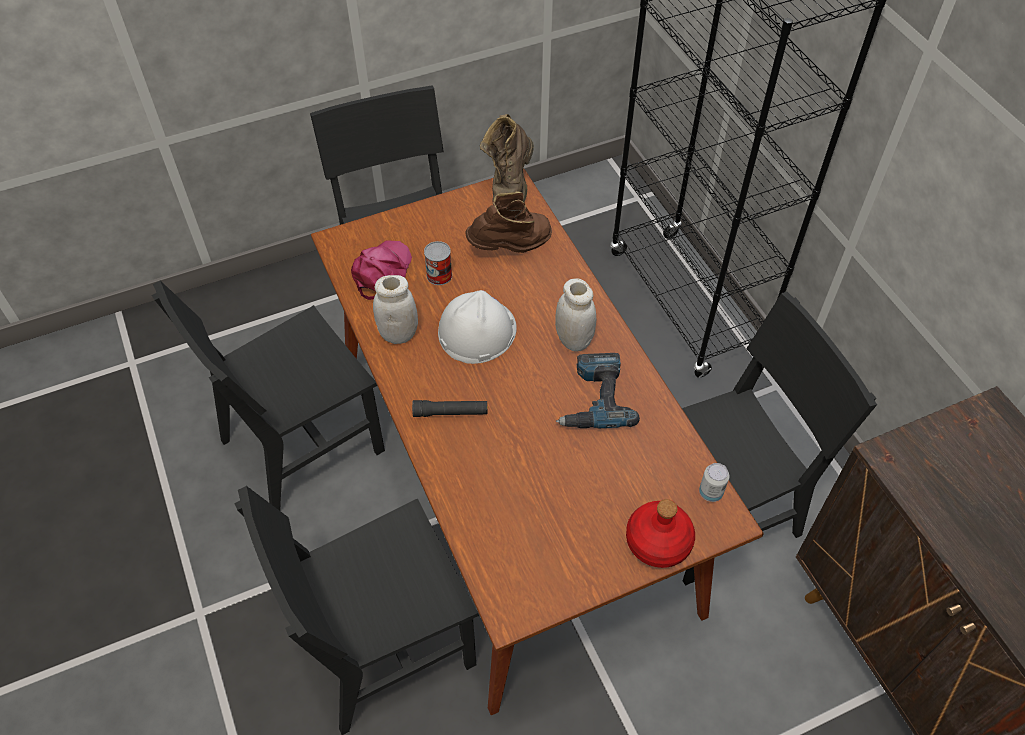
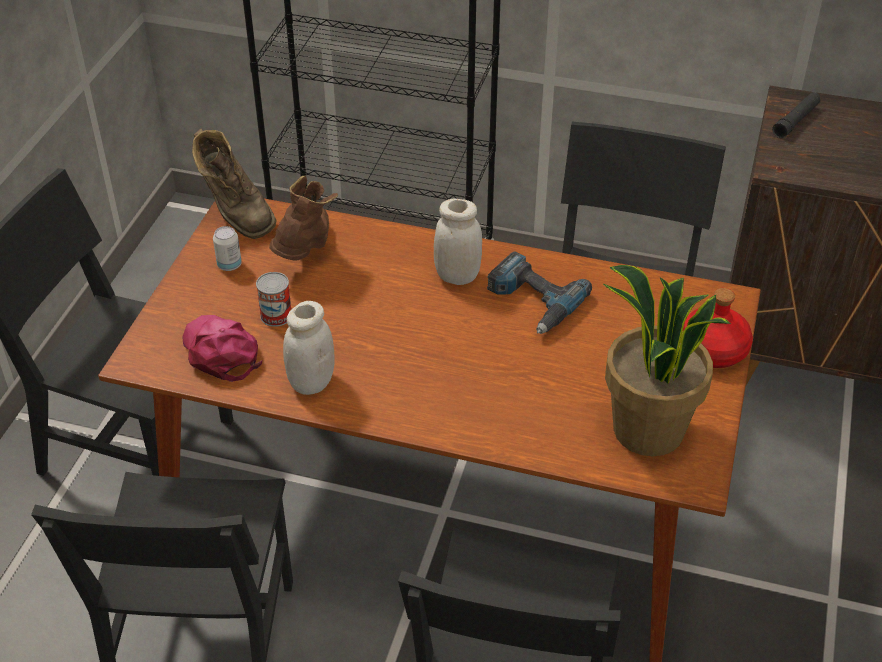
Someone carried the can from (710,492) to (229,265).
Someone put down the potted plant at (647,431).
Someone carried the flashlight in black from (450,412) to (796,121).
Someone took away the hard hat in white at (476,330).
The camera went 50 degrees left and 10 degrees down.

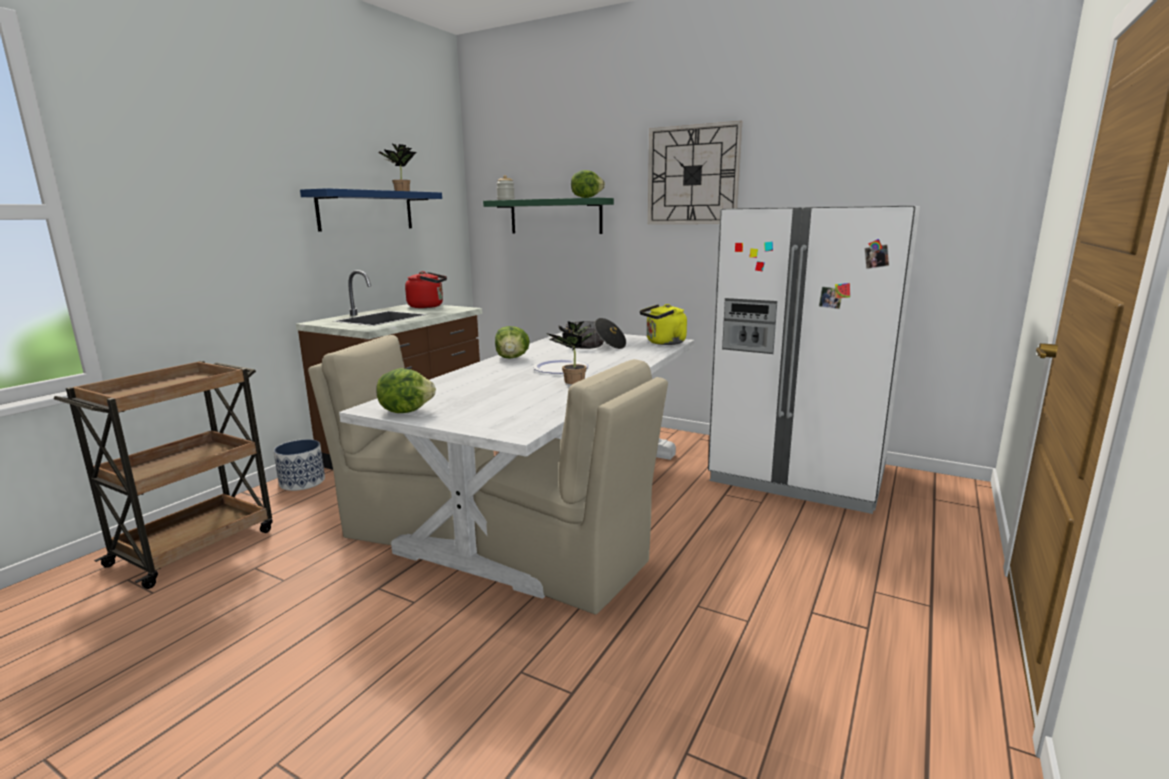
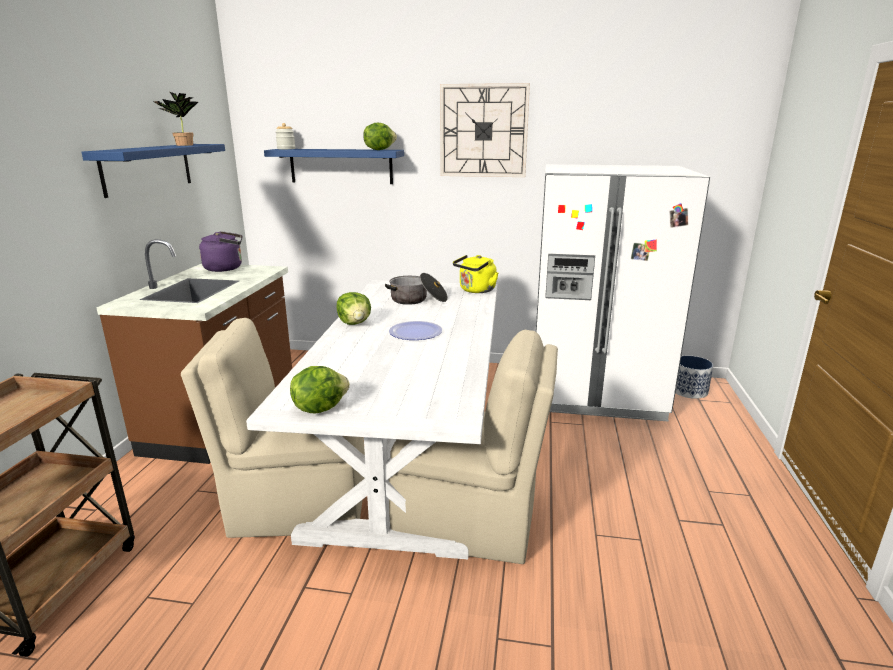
Someone repainted the kettle in red at (428,306), which became the kettle in purple at (226,268).
Someone repainted the shelf in green at (555,216), which became the shelf in blue at (341,166).
Someone carried the planter from (303,482) to (689,391).
Someone took away the potted plant at (572,382).
The camera went 20 degrees left and 5 degrees up.

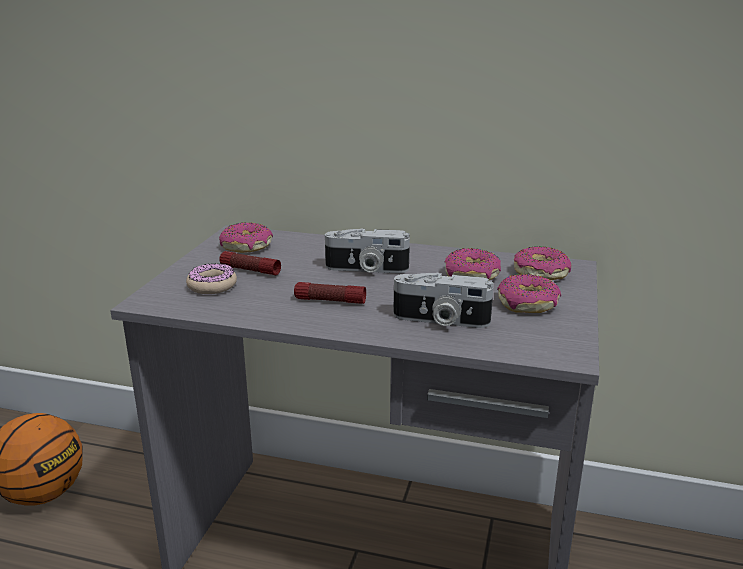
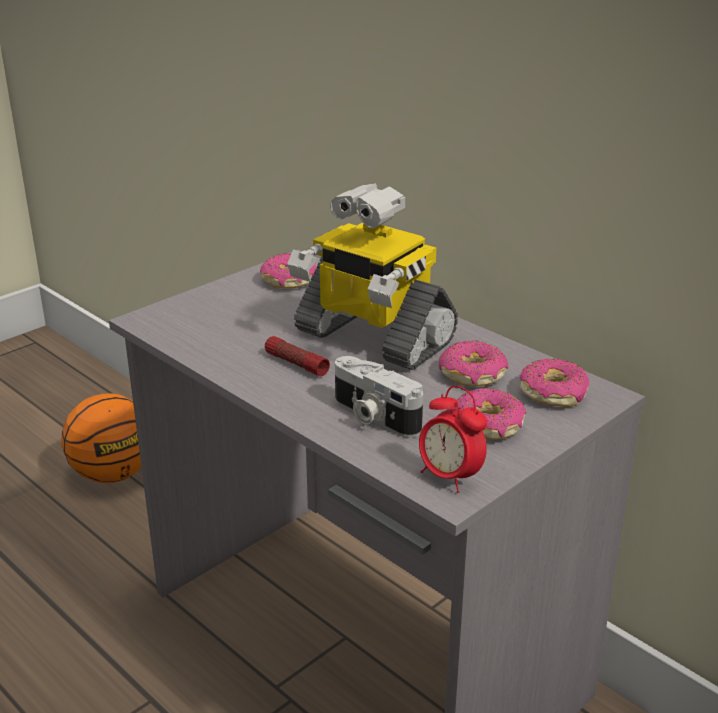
Someone swapped the photo camera at (366,269) for the toy robot at (372,338).
Someone put down the alarm clock at (449,477).
Someone took away the donut at (212,286).
Someone took away the flashlight at (250,270).
The camera went 30 degrees right and 5 degrees up.

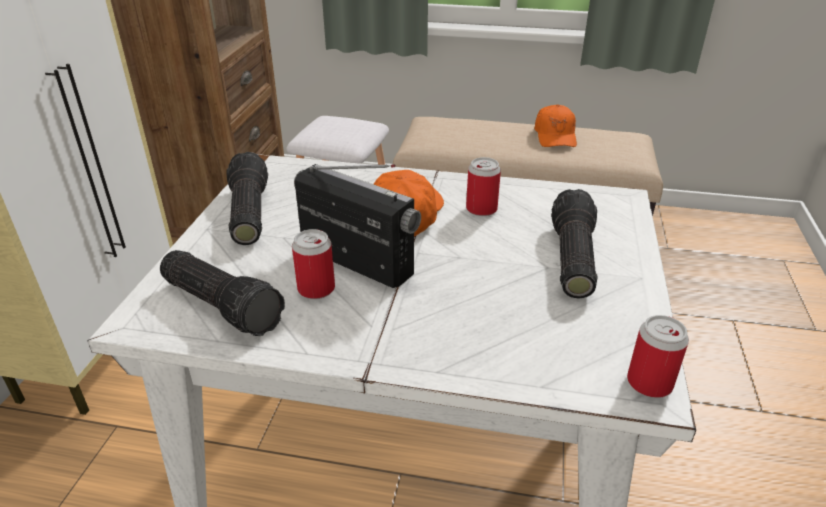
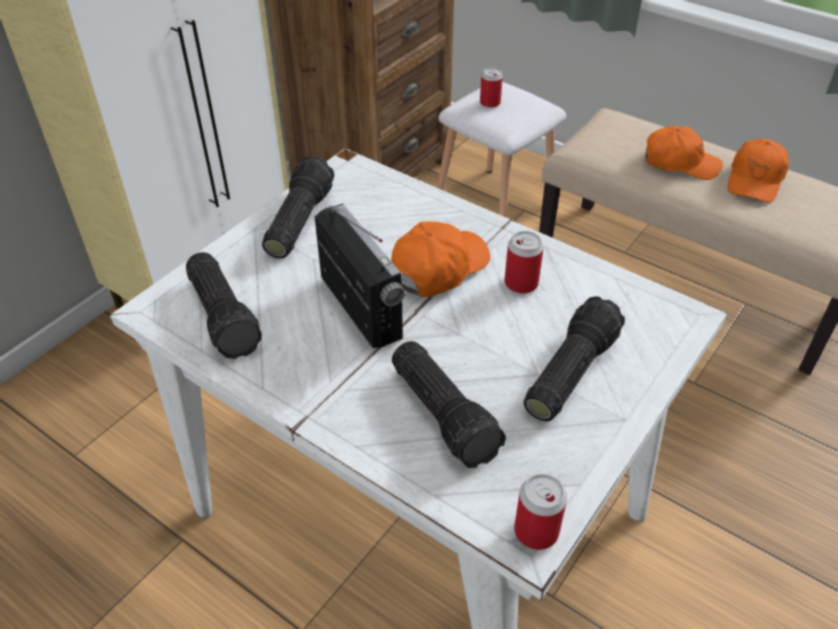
Someone put down the flashlight at (445,413).
Someone carried the can from (316,289) to (490,103).
Someone put down the cap in orange at (680,163).
The camera went 25 degrees right and 10 degrees up.

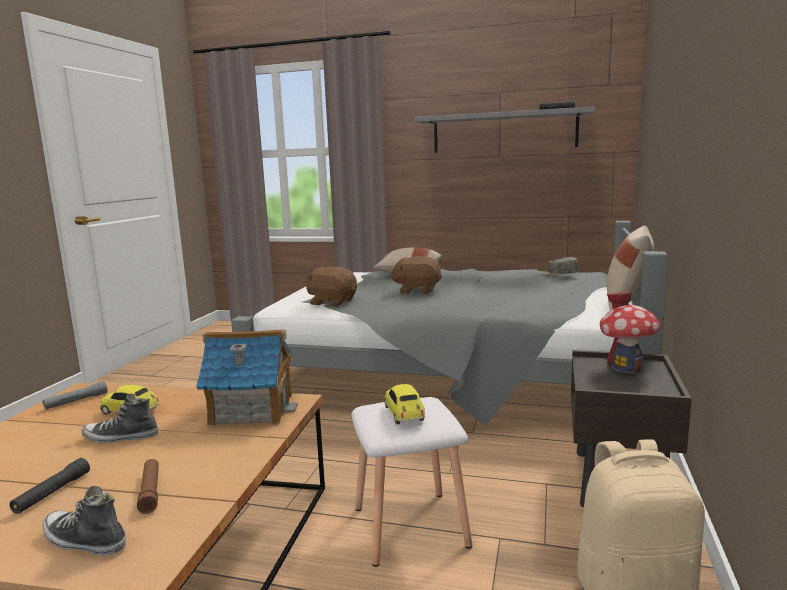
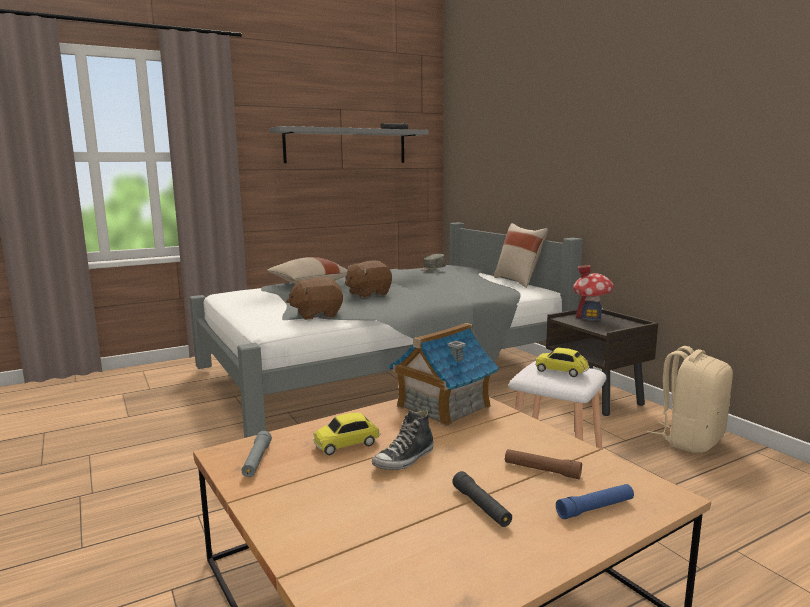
Someone swapped the shoe at (84,541) for the flashlight in blue at (595,508).
The camera went 45 degrees left and 0 degrees up.

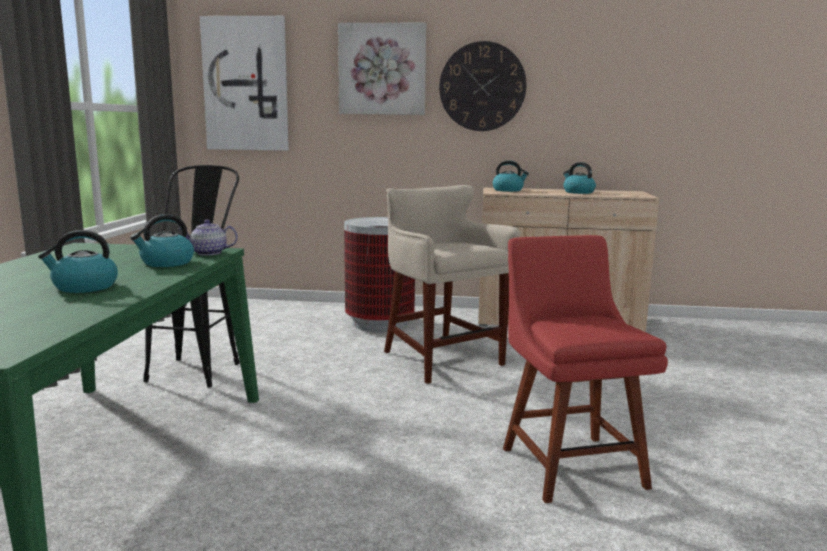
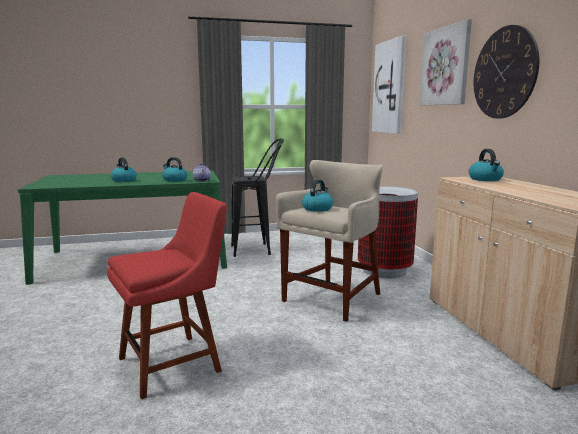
Someone carried the kettle from (578,192) to (317,208).
The camera went 70 degrees right and 0 degrees up.

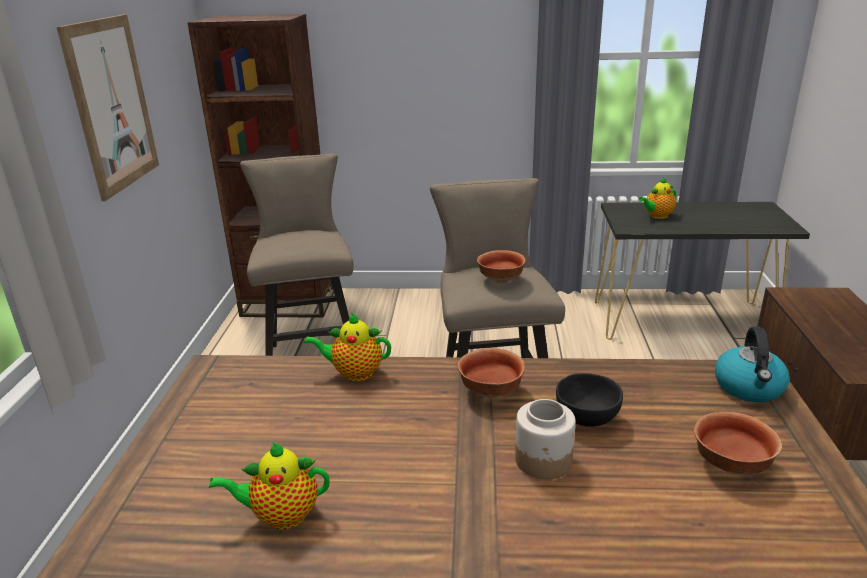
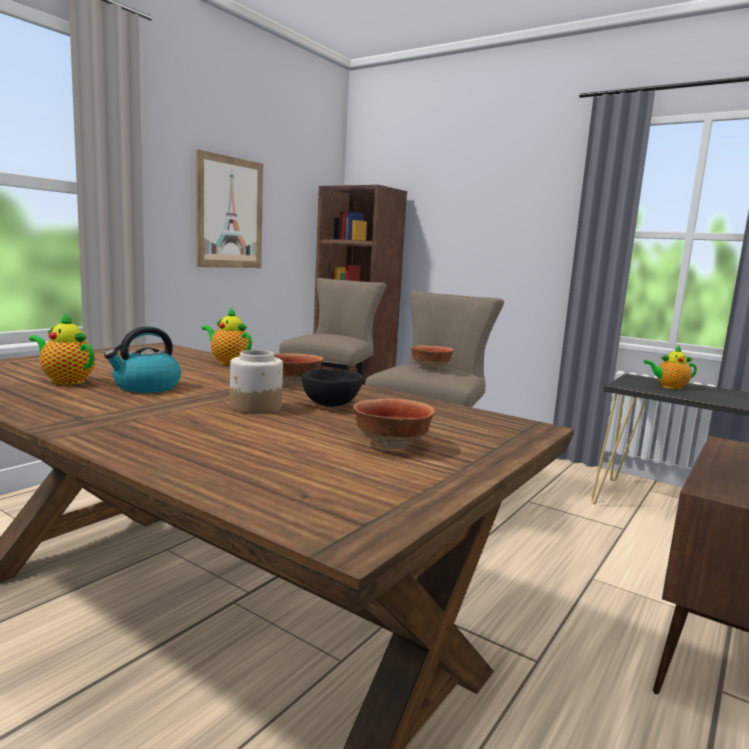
Someone carried the kettle from (749,388) to (146,387).
The camera went 30 degrees right and 15 degrees down.

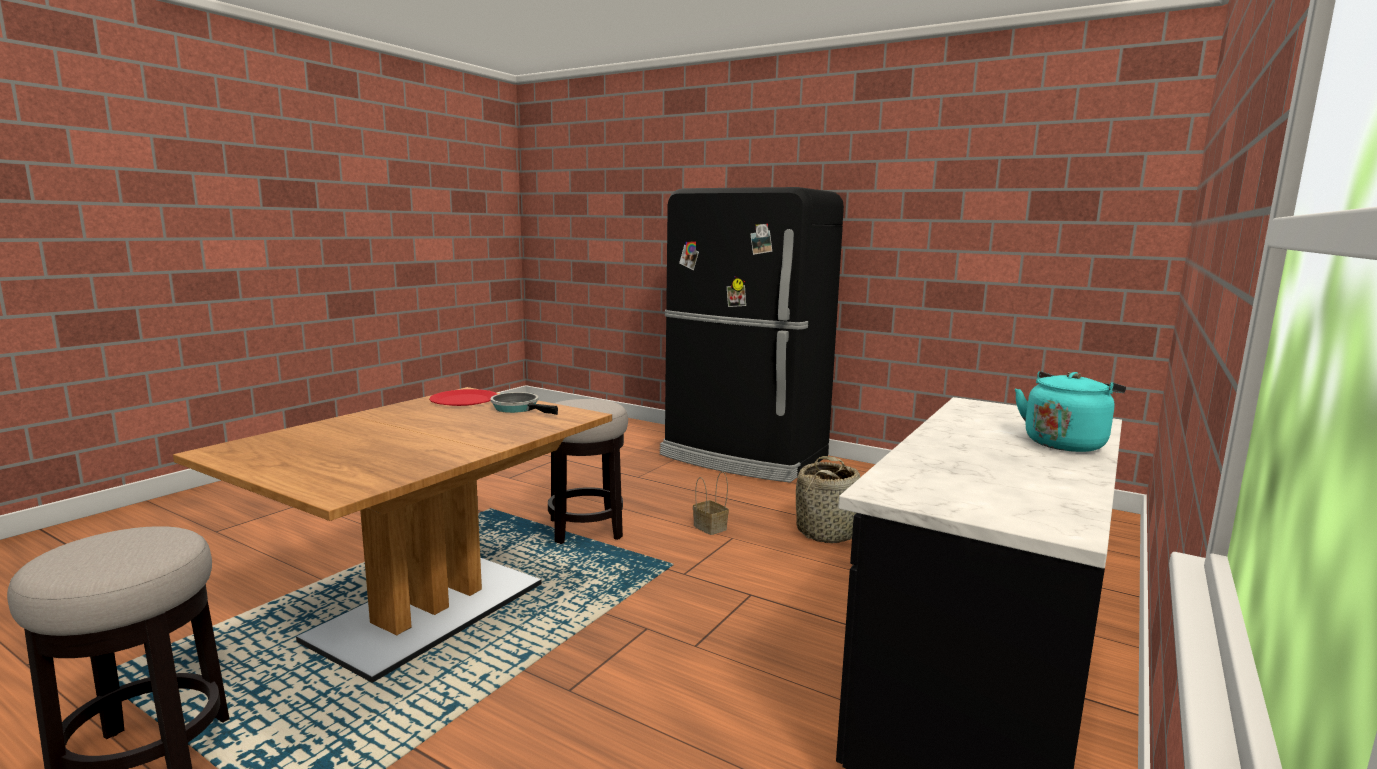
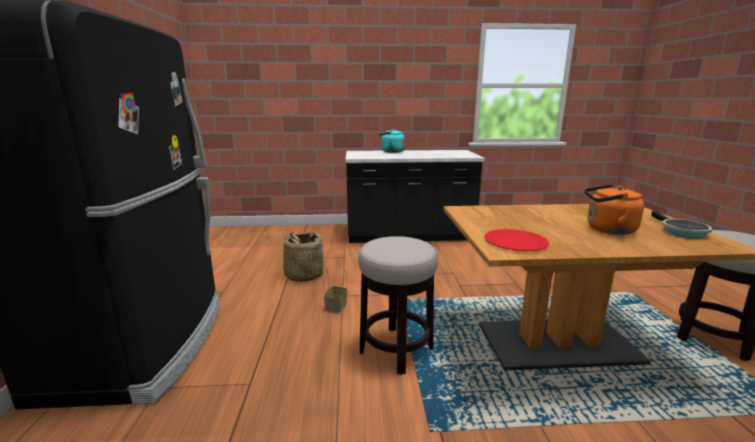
Someone put down the kettle in orange at (607,229).
Someone carried the frying pan from (518,408) to (680,231).
The camera went 125 degrees left and 5 degrees up.

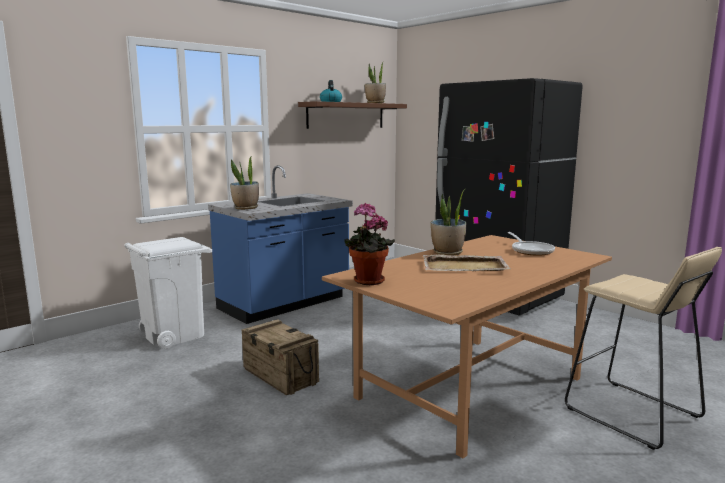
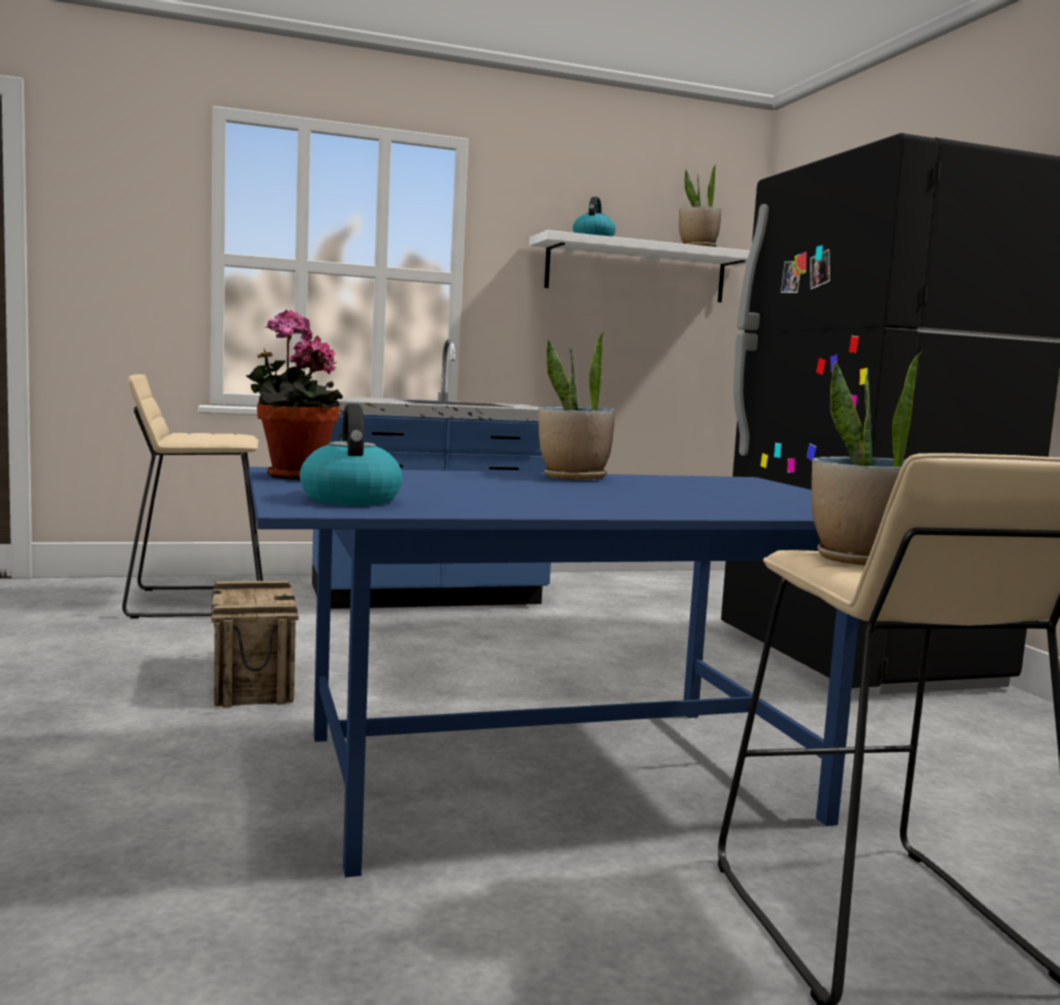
Someone swapped the trash can in white at (174,335) for the stool in beige at (195,602).
Someone repainted the dining table in brown at (470,387), which became the dining table in blue at (558,775).
Someone put down the kettle at (350,499).
Someone repainted the shelf in brown at (346,115), which became the shelf in white at (636,271).
Someone carried the potted plant from (246,208) to (861,560).
Someone took away the tray in beige at (465,266).
Someone took away the frying pan at (530,250).
The camera went 25 degrees right and 5 degrees down.

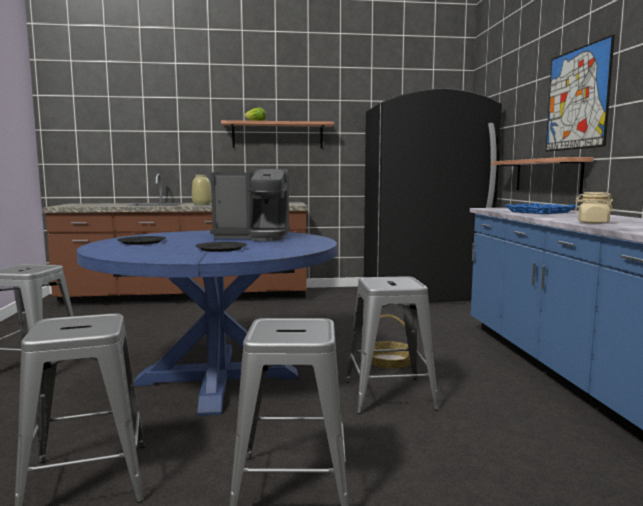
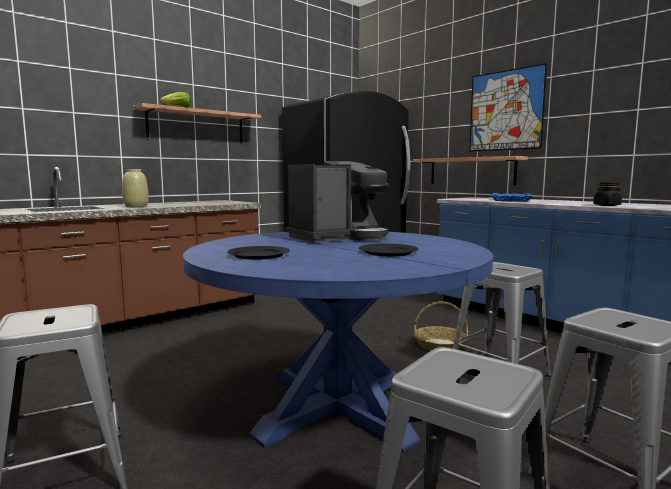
Someone repainted the jar in beige at (592,223), which became the jar in black at (606,205).
The camera went 35 degrees left and 0 degrees up.

